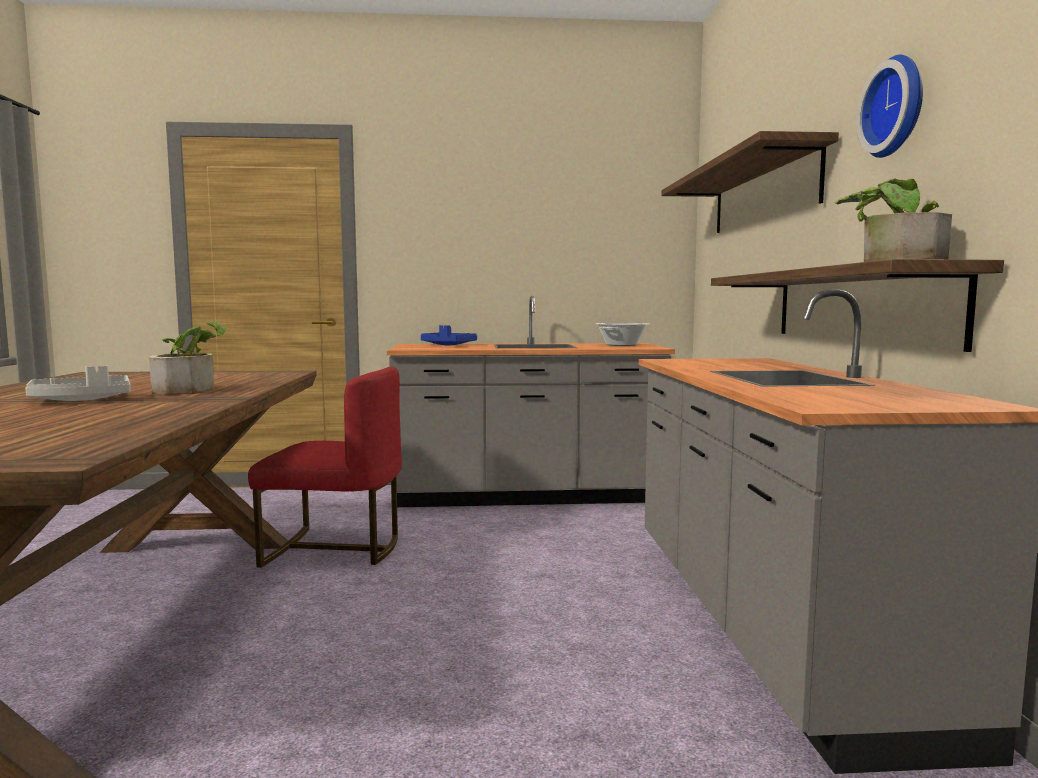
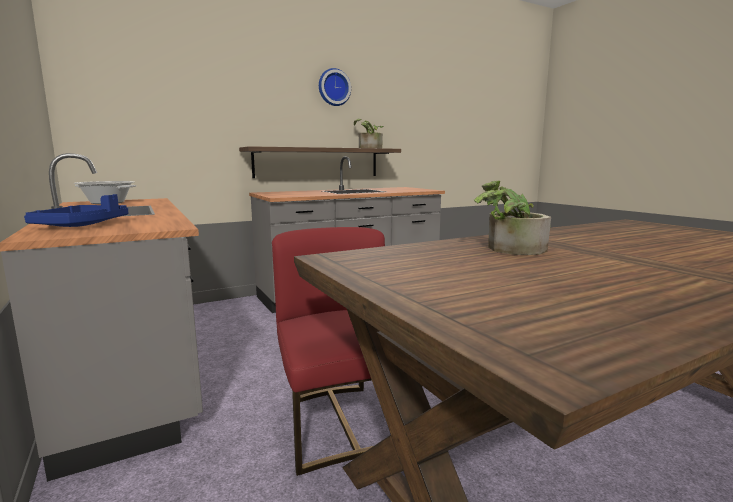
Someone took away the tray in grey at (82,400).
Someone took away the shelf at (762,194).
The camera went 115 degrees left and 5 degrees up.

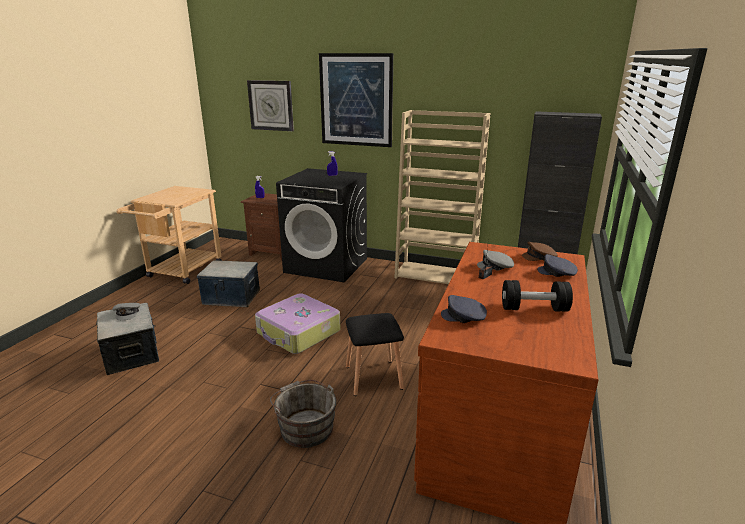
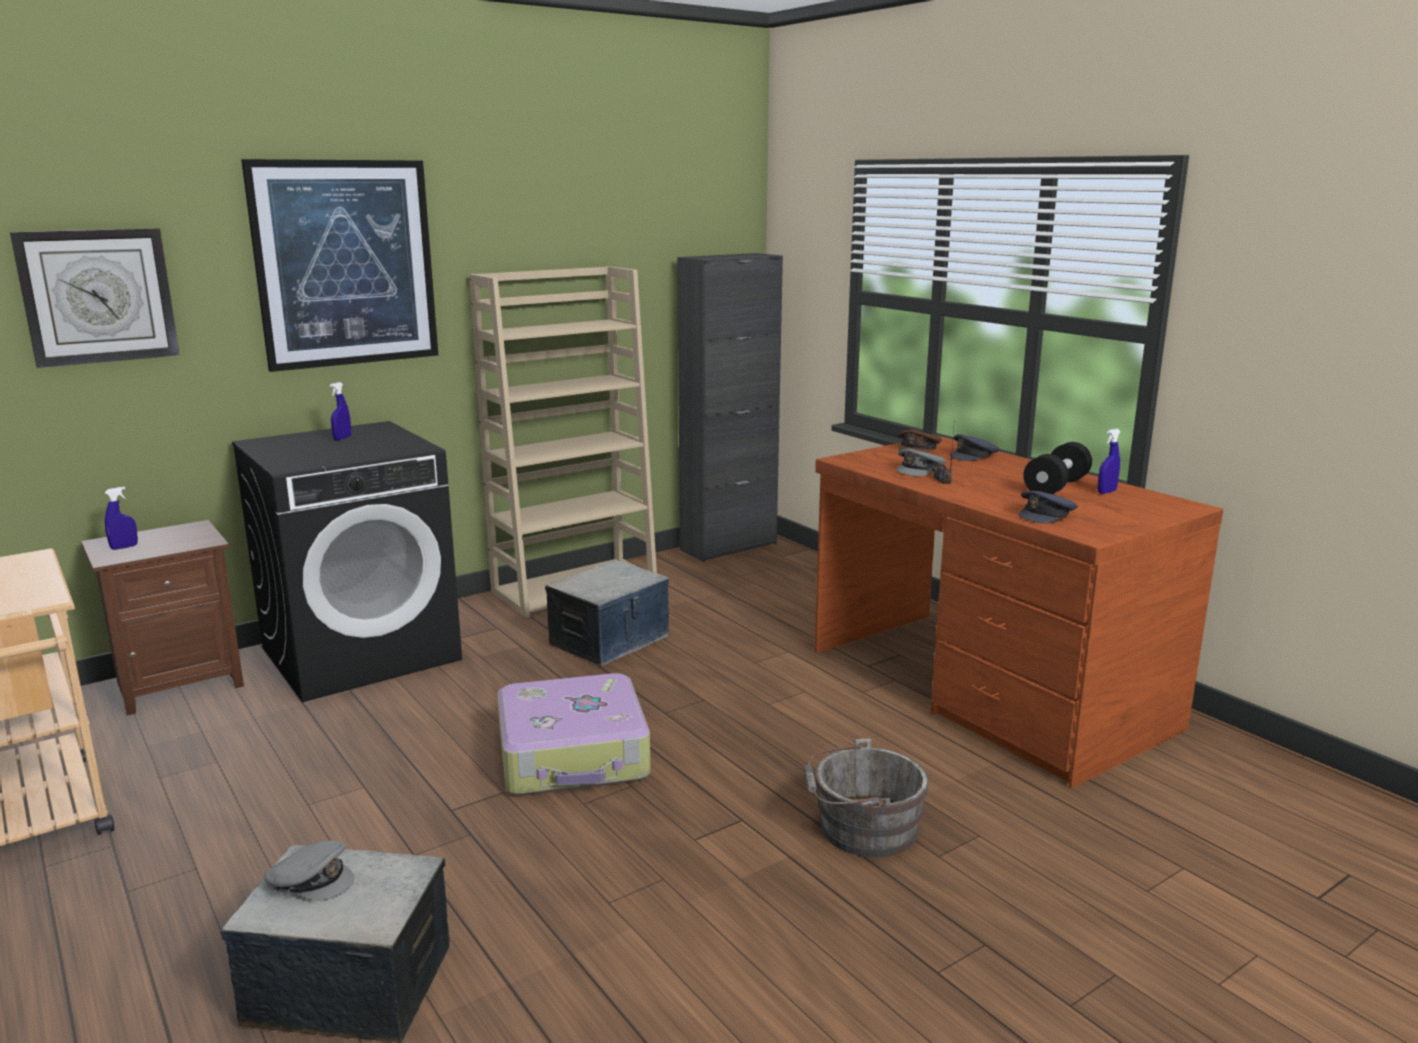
Someone carried the storage box from (231,298) to (610,641).
Someone put down the spray bottle in blue at (1106,492).
Someone took away the stool in black at (372,377).
The camera went 55 degrees left and 5 degrees down.

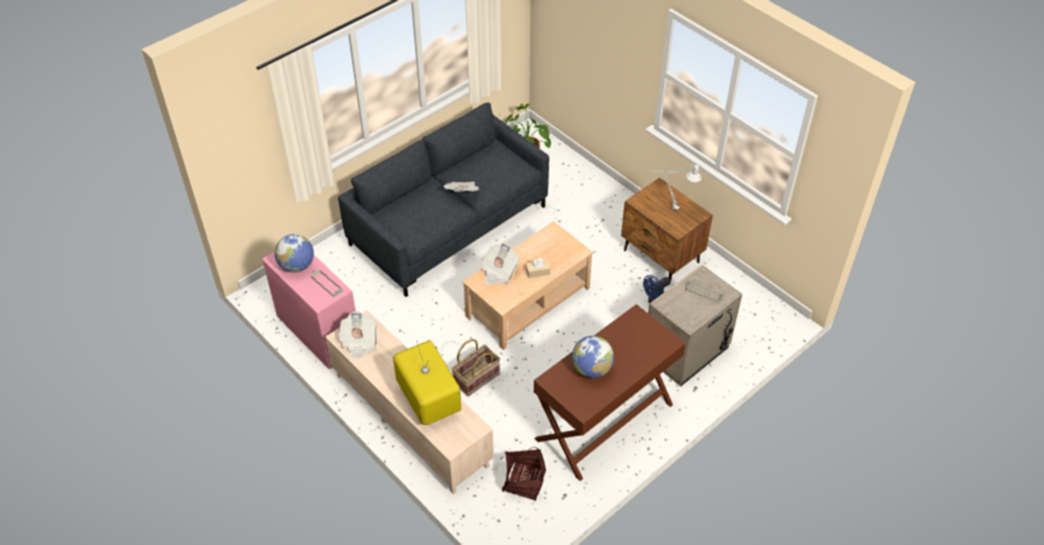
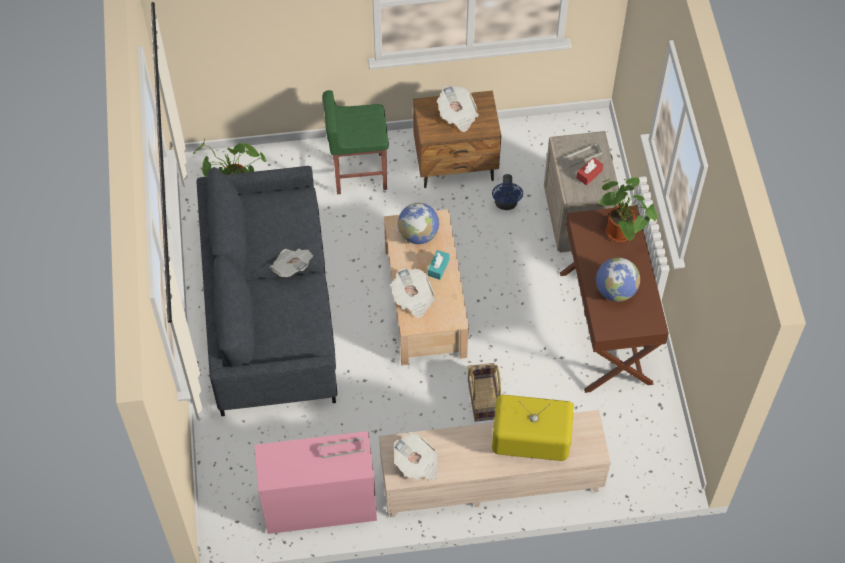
Someone put down the stool in green at (358,173).
Someone carried the globe from (297,266) to (418,235).
Someone repainted the tissue box in beige at (537,272), which became the tissue box in turquoise at (438,267).
Someone swapped the table lamp in grey at (670,207) for the newspaper at (457,115).
Someone put down the tissue box in red at (589,174).
Someone put down the potted plant at (621,234).
Someone took away the basket at (523,482).
The camera went 55 degrees left and 10 degrees up.

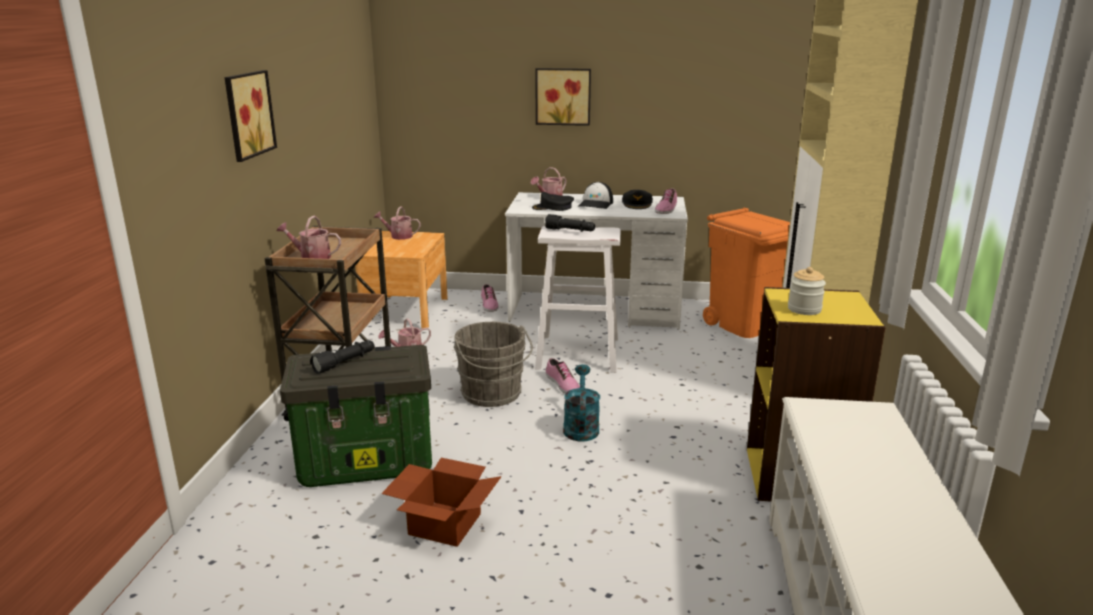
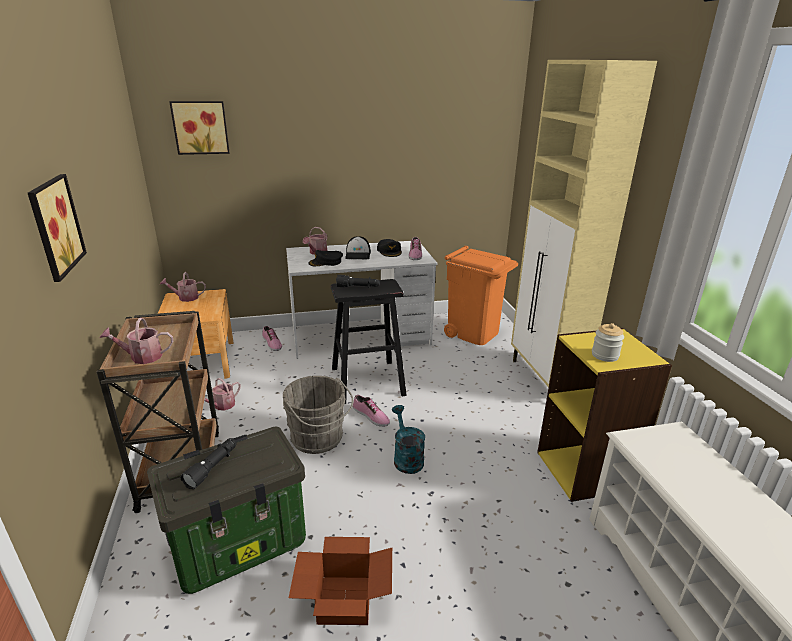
Someone carried the picture from (563,96) to (200,127).
Someone repainted the stool in white at (577,353), which became the stool in black at (367,381).
The camera went 20 degrees left and 5 degrees up.

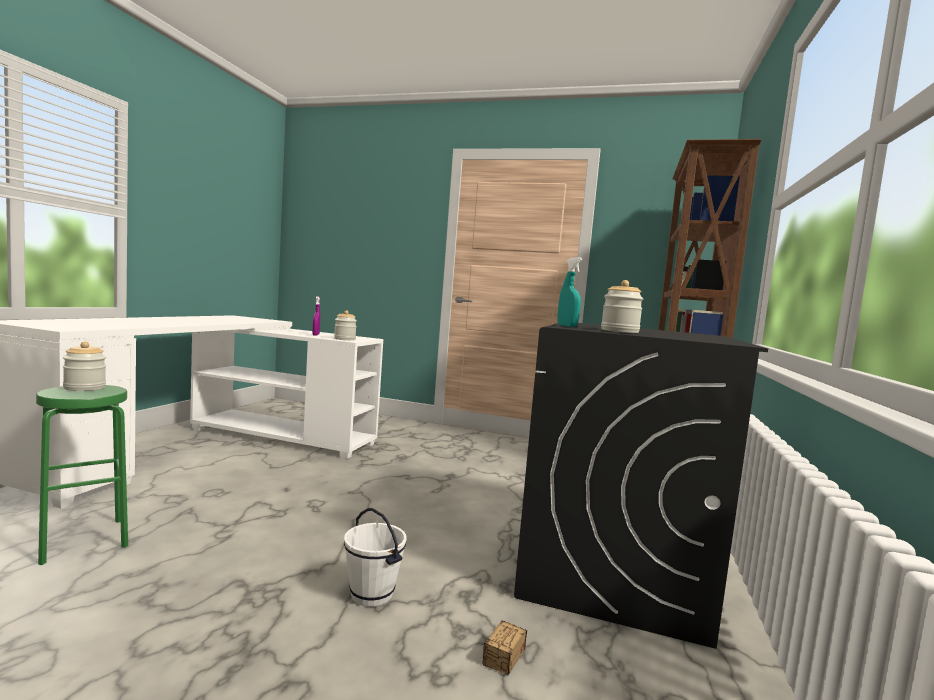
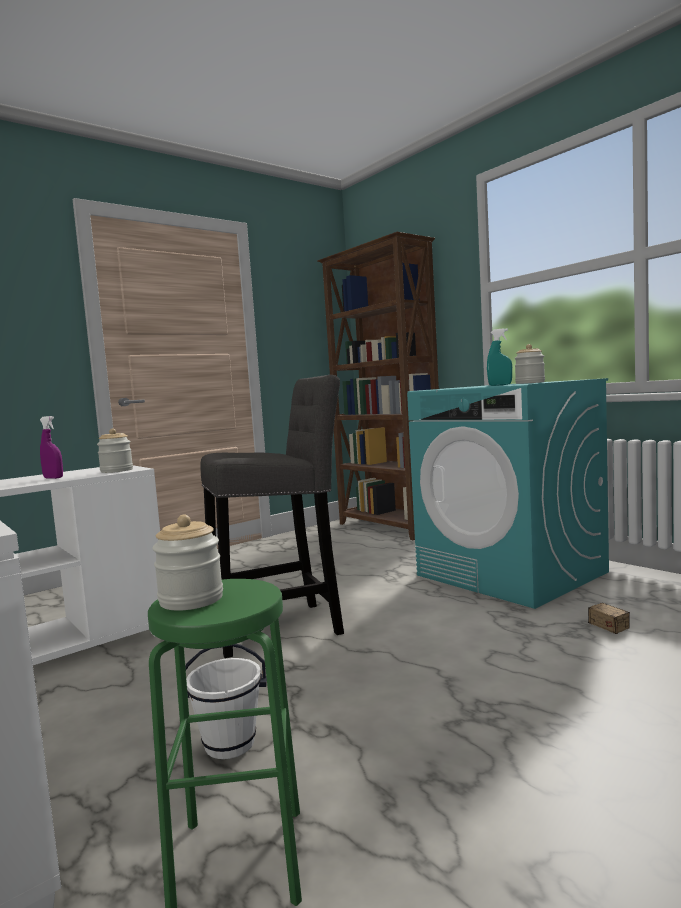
Someone carried the bucket in white from (372,594) to (230,743).
Someone put down the stool in grey at (283,628).
Someone repainted the washing machine in black at (612,571), which became the washing machine in turquoise at (512,574).
The camera went 55 degrees left and 0 degrees up.

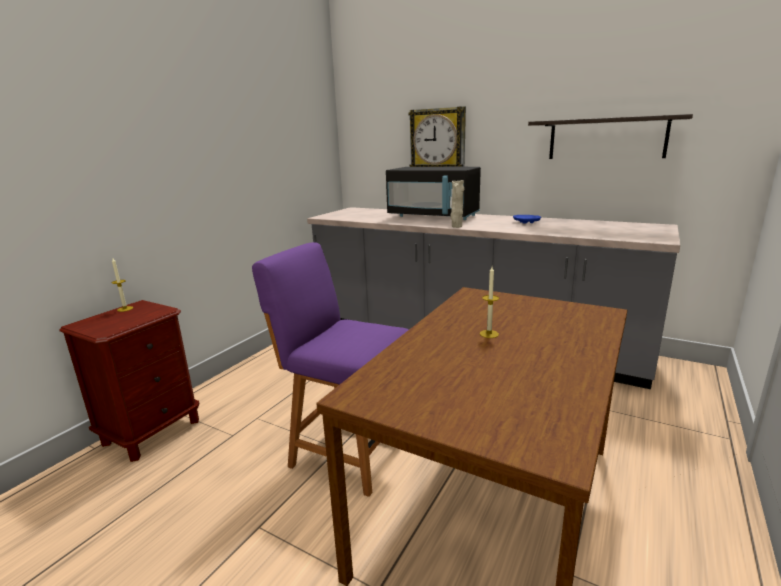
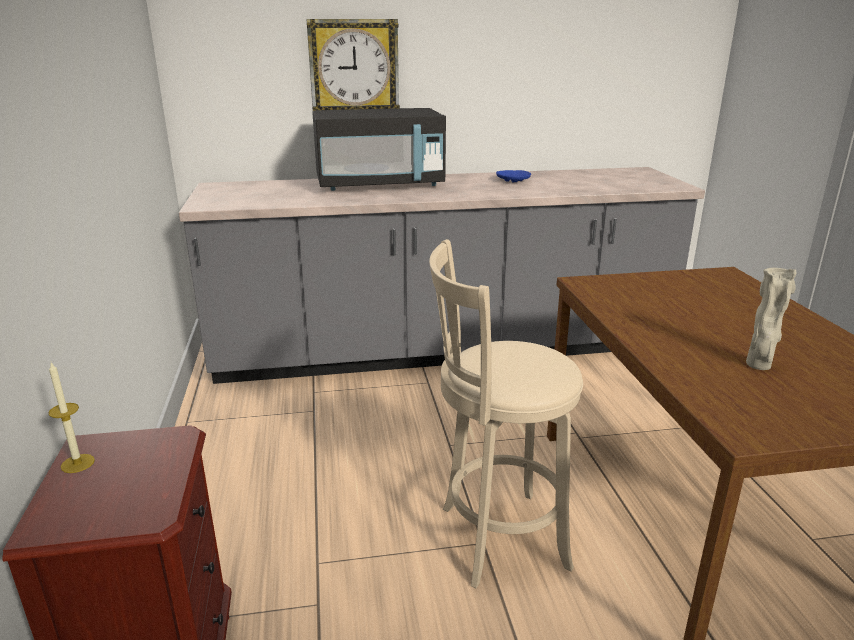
Someone swapped the chair in purple at (348,450) for the stool in beige at (496,538).
Someone carried the vase in beige from (456,227) to (758,366).
Someone took away the candle at (489,334).
Someone took away the shelf at (606,139).
The camera went 40 degrees left and 5 degrees up.

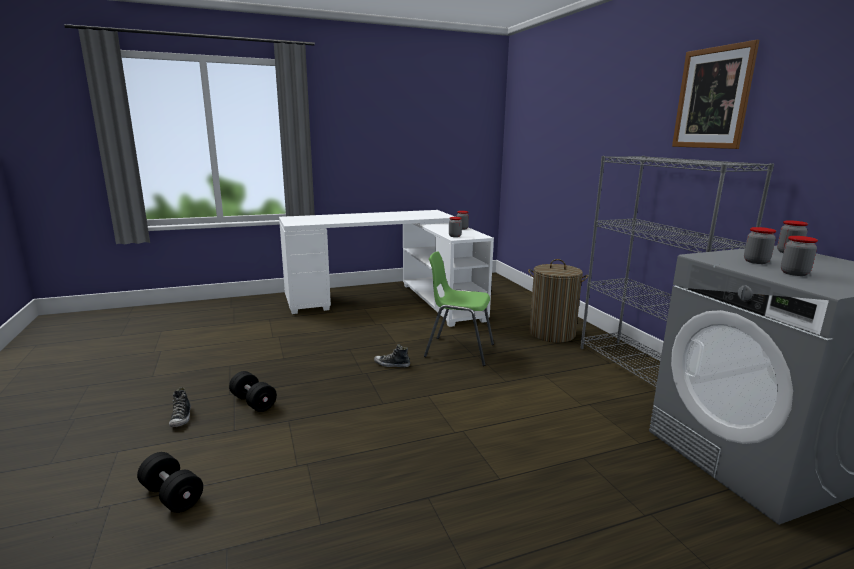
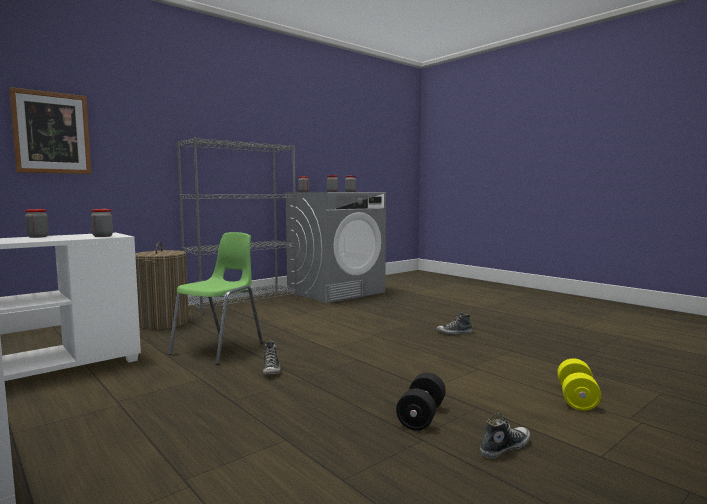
Someone carried the picture from (712,98) to (52,133).
Someone rotated the chair in green at (458,350) by 150 degrees counterclockwise.
Someone put down the shoe at (454,333).
Someone repainted the dumbbell in black at (172,495), which became the dumbbell in yellow at (577,398).
The camera went 110 degrees left and 10 degrees down.

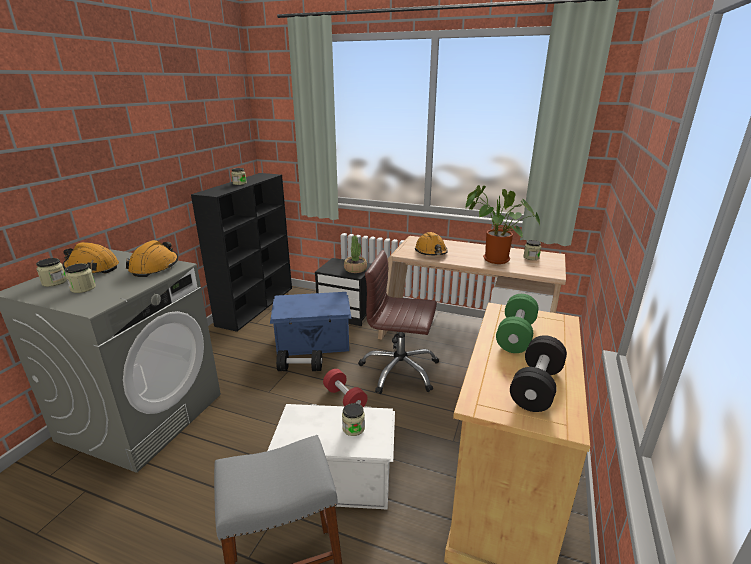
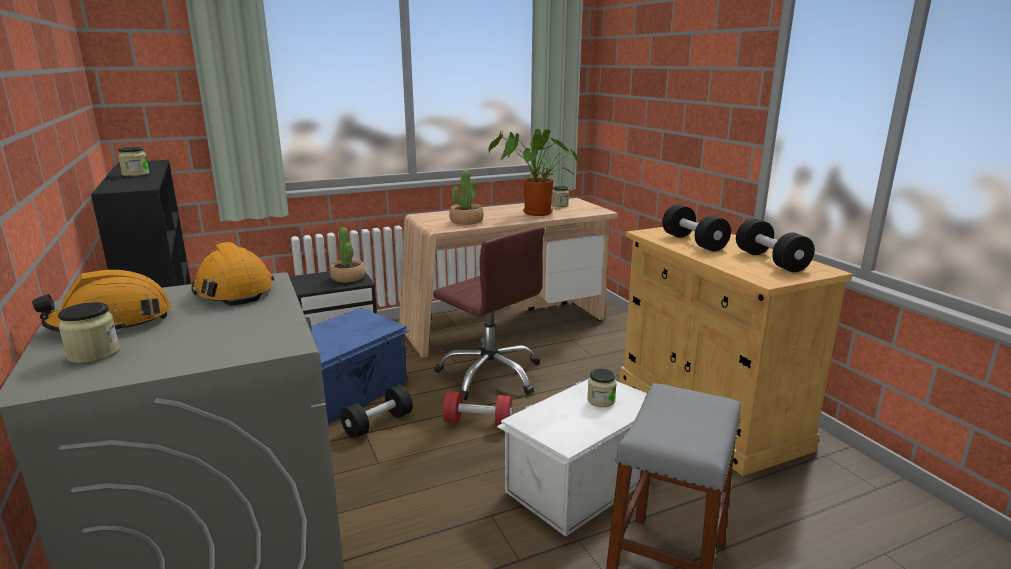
Someone rotated the office chair in brown at (399,371) by 105 degrees counterclockwise.
Someone swapped the hard hat in orange at (431,252) for the potted plant at (466,221).
Someone repainted the dumbbell in green at (516,335), which became the dumbbell in black at (693,242).
Someone took away the jar at (83,288).
The camera went 45 degrees left and 5 degrees down.

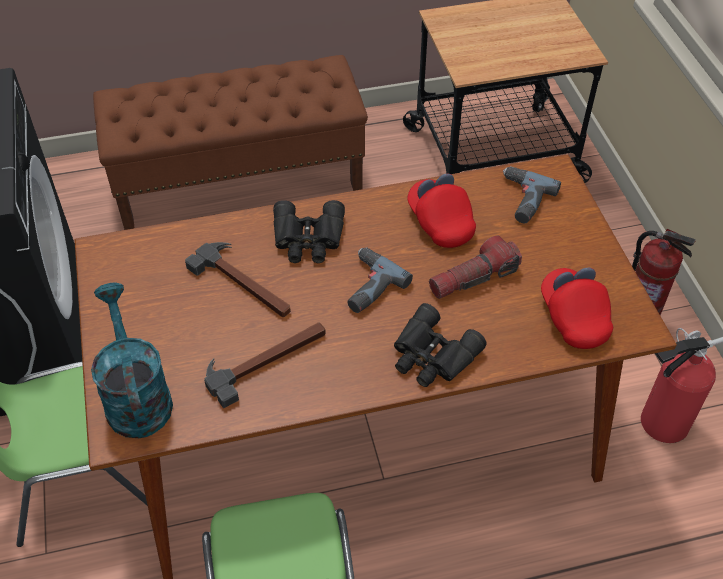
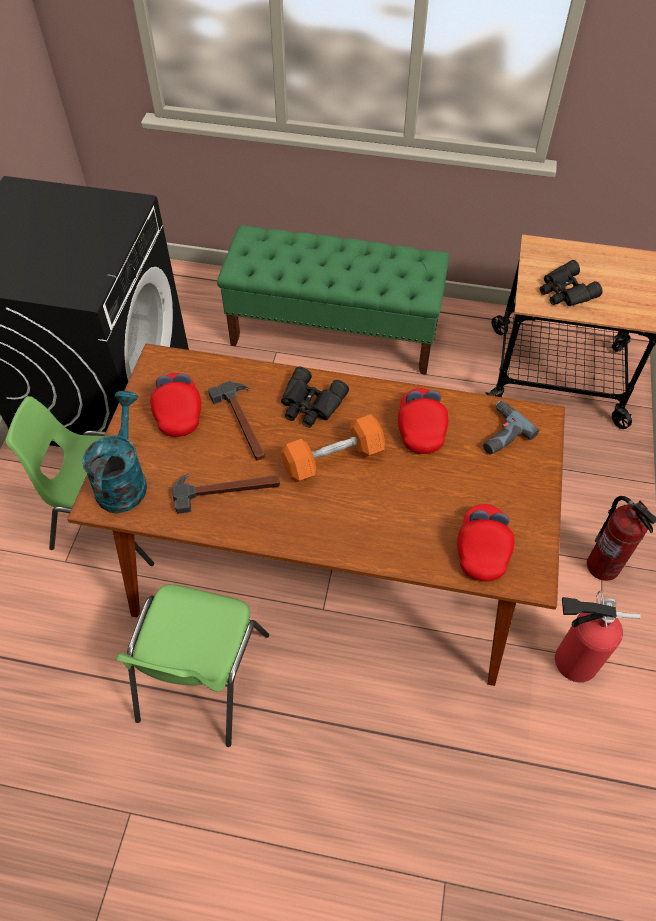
Someone put down the cap in red at (178,412).
Someone repainted the bench in brown at (240,185), which became the bench in green at (334,333).
Someone swapped the power drill at (366,285) for the dumbbell in orange at (333,459).
Someone carried the binoculars in black from (432,356) to (565,292).
Someone took away the flashlight at (473,278).
The camera went 25 degrees right and 5 degrees up.

